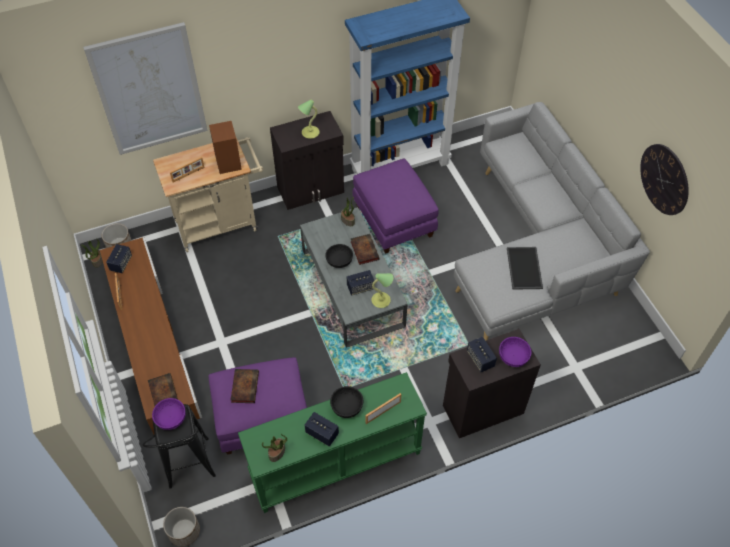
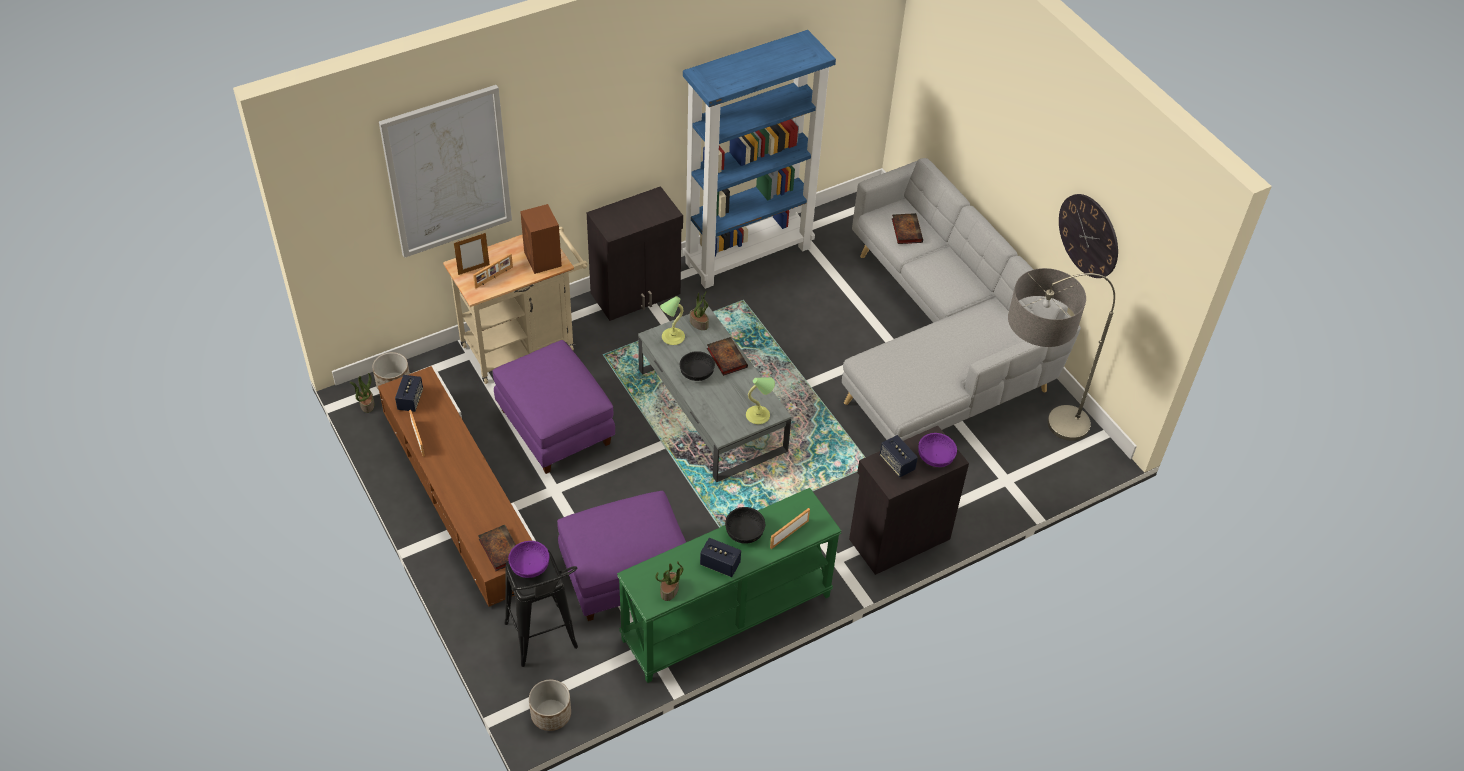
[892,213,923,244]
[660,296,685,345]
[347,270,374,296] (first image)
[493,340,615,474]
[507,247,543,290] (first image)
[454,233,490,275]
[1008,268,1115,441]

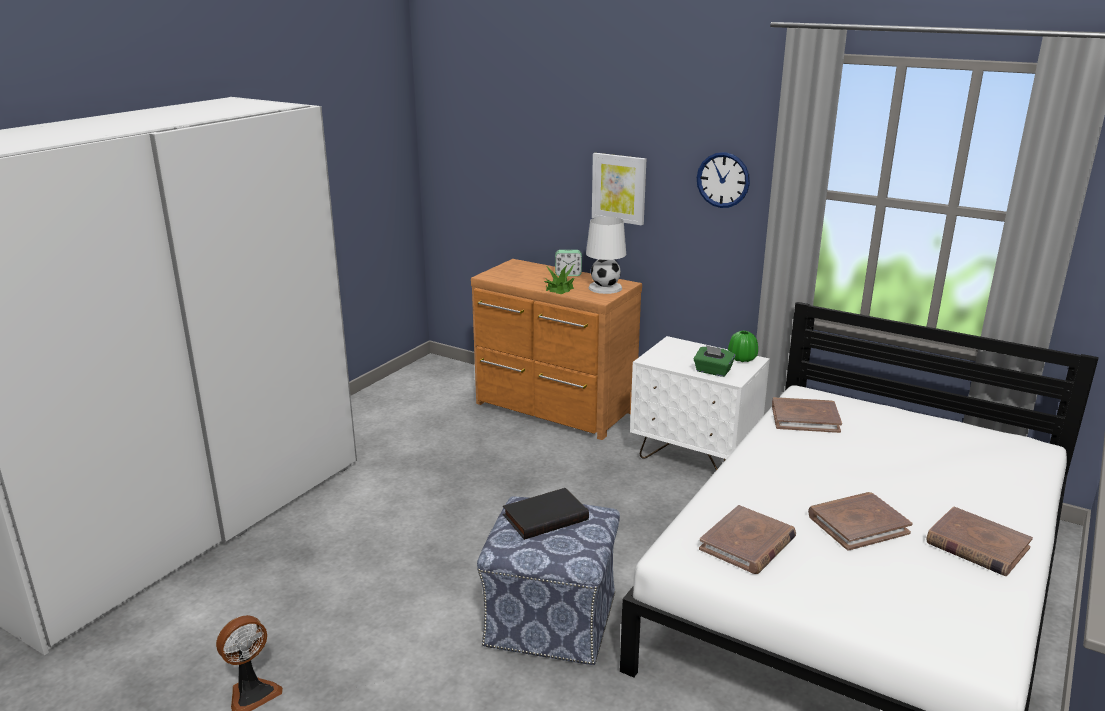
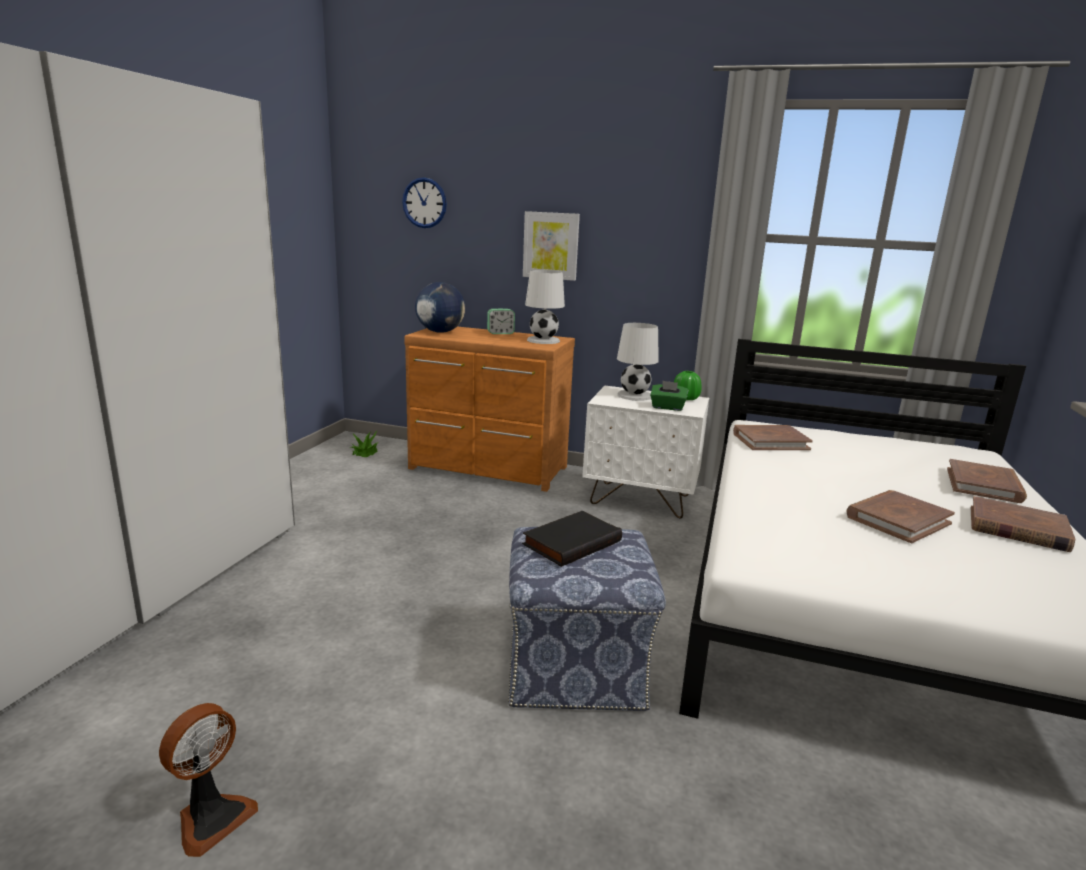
[351,431,378,457]
[402,177,447,228]
[947,459,1027,503]
[415,282,465,333]
[617,323,659,401]

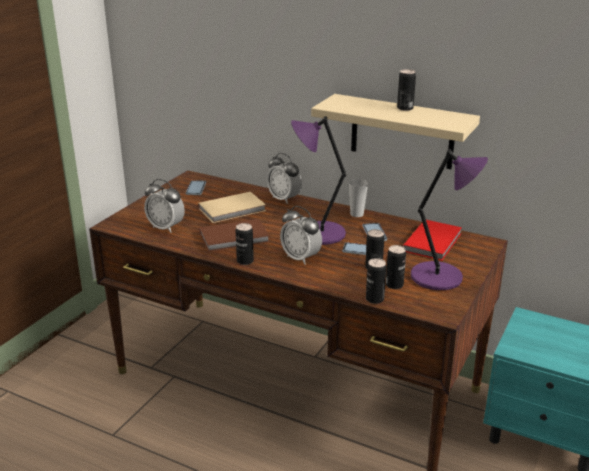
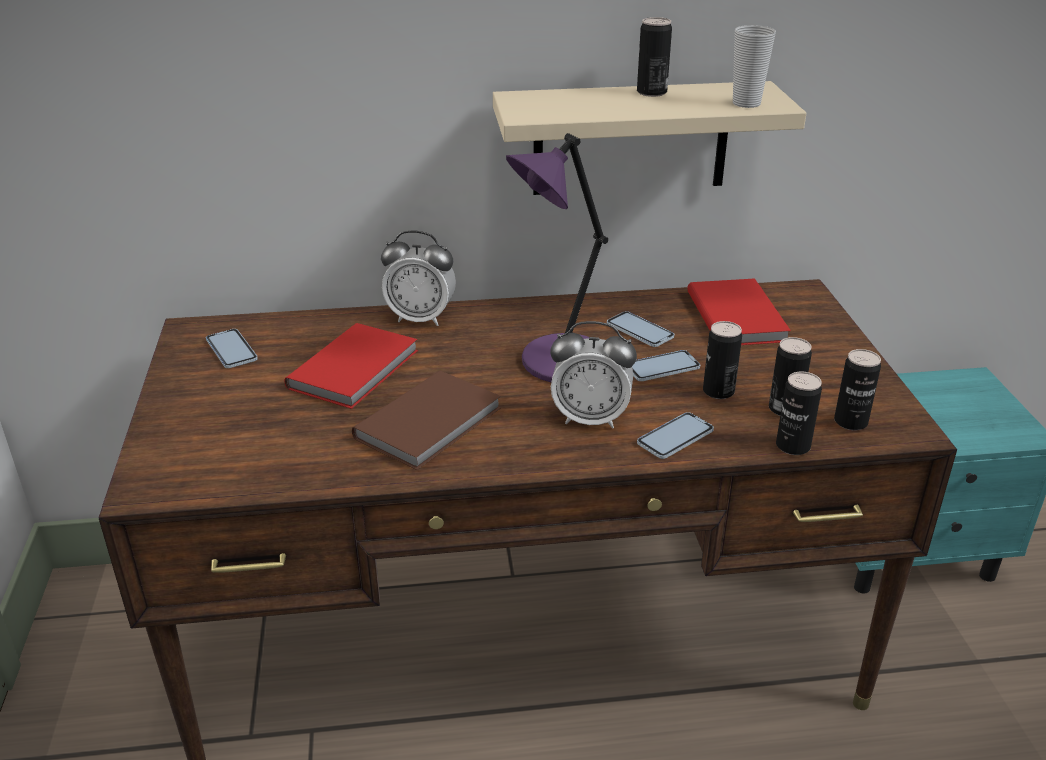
[144,179,185,233] (first image)
[284,323,418,409]
[834,349,881,430]
[733,25,776,108]
[411,149,488,290] (first image)
[637,412,714,459]

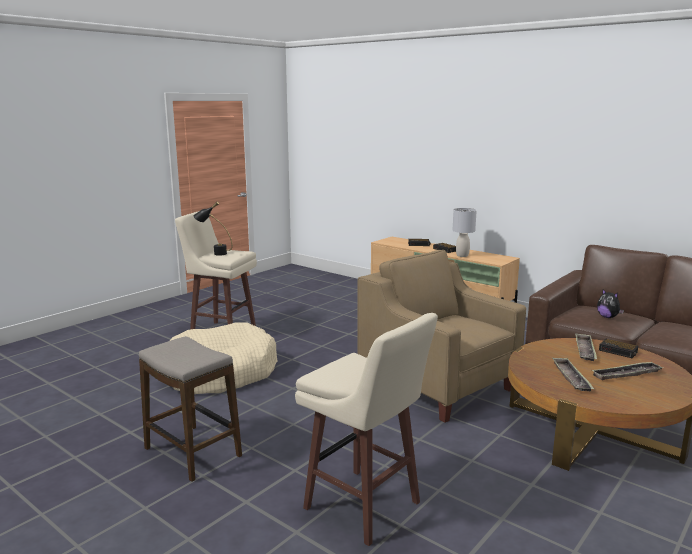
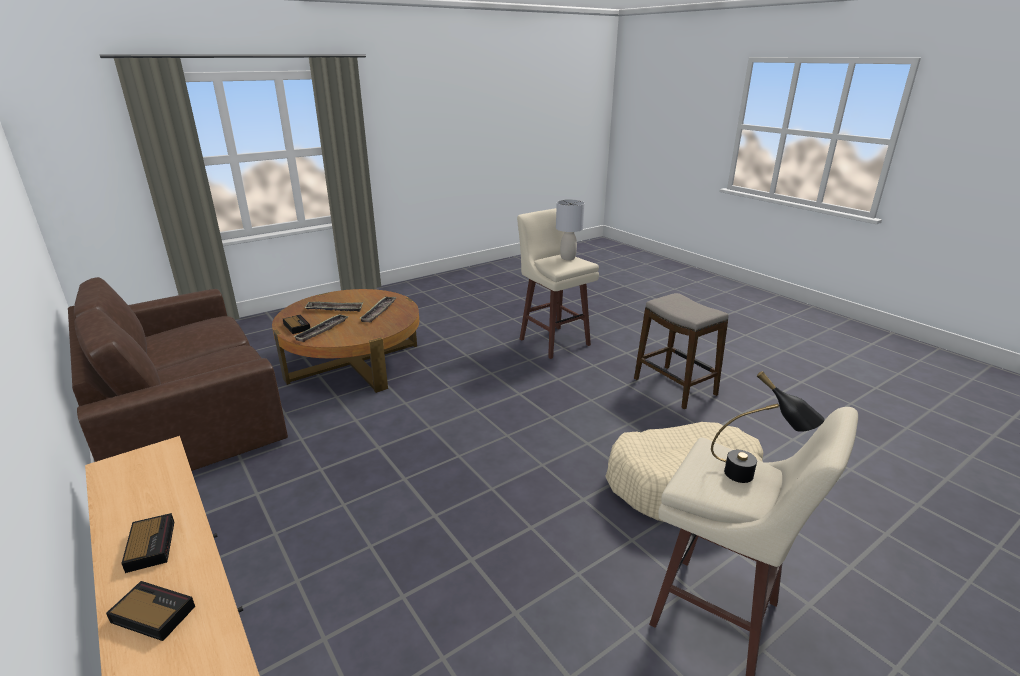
[357,250,526,423] (first image)
[556,199,585,260]
[597,289,624,318] (first image)

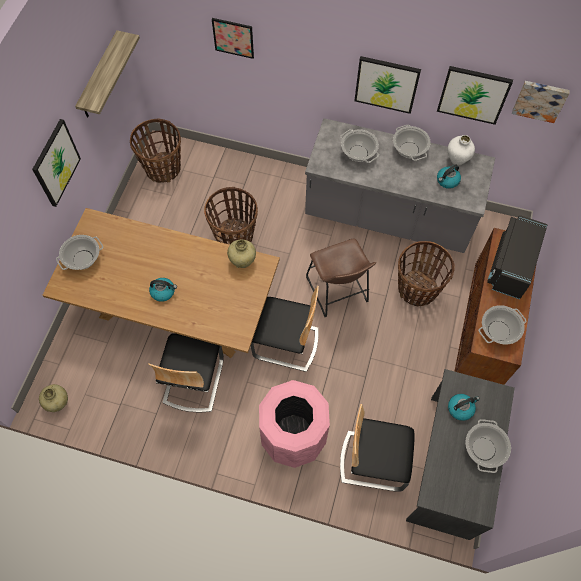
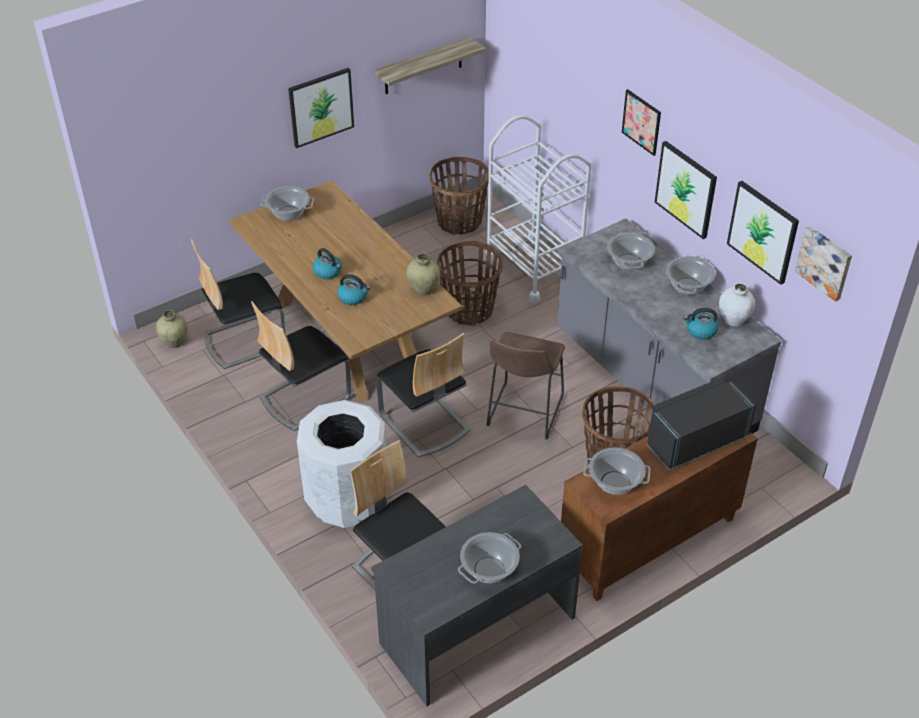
[622,89,661,156]
[297,400,387,528]
[337,274,371,305]
[191,239,286,369]
[484,115,591,303]

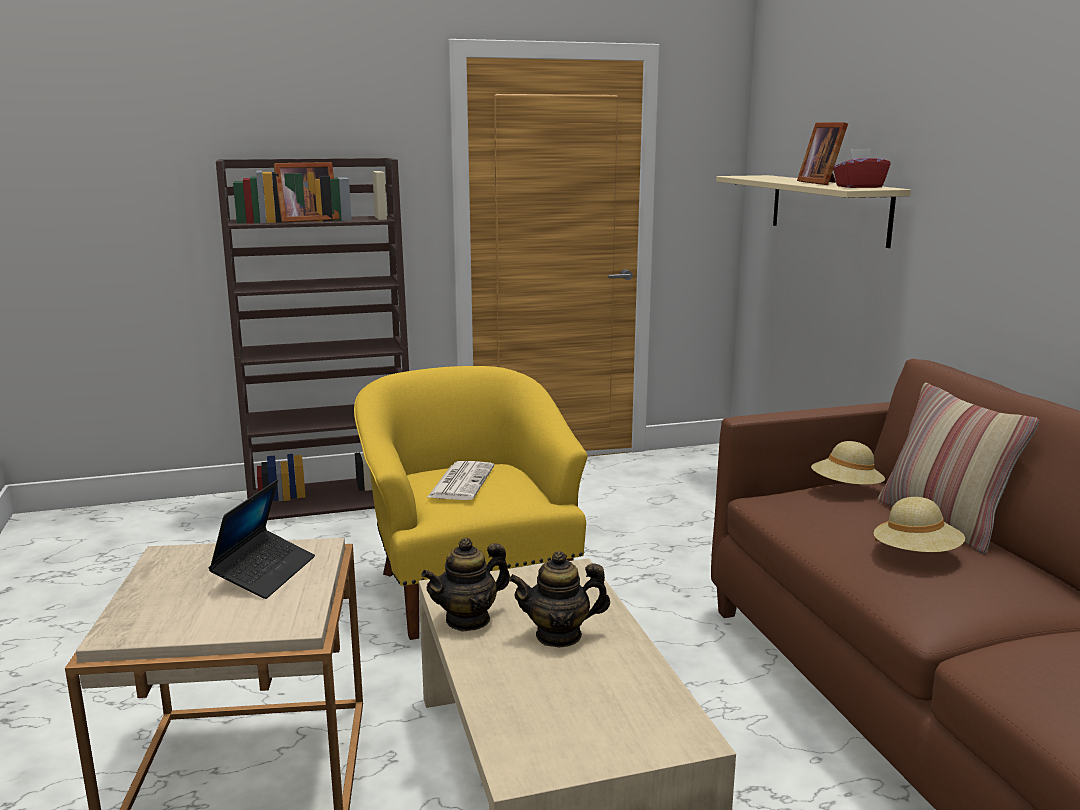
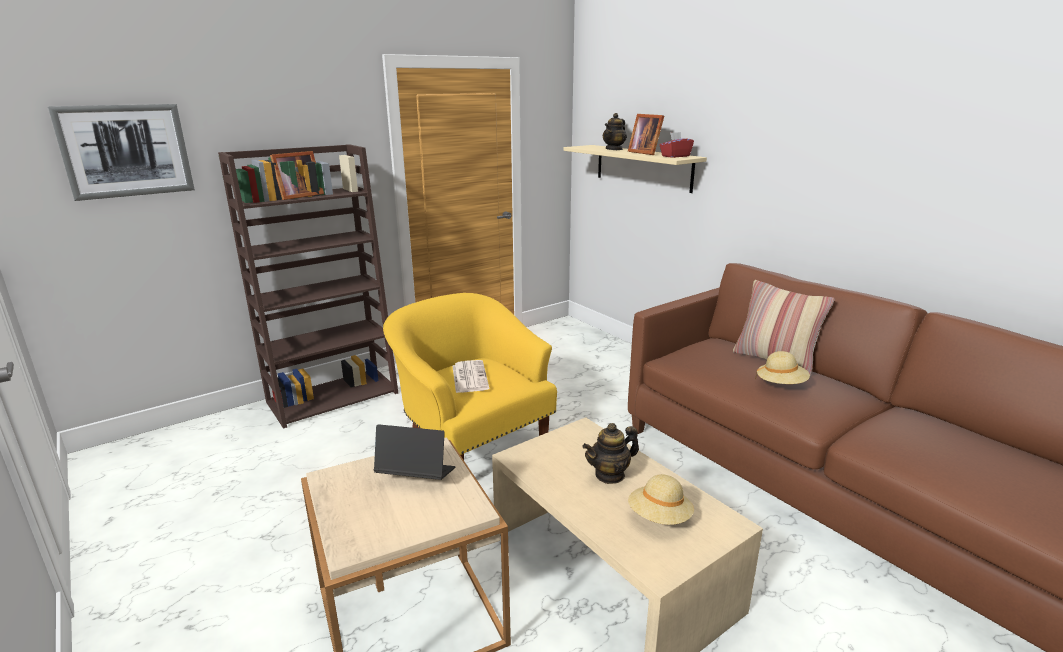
[374,424,456,480]
[603,113,627,150]
[628,474,694,525]
[48,104,195,201]

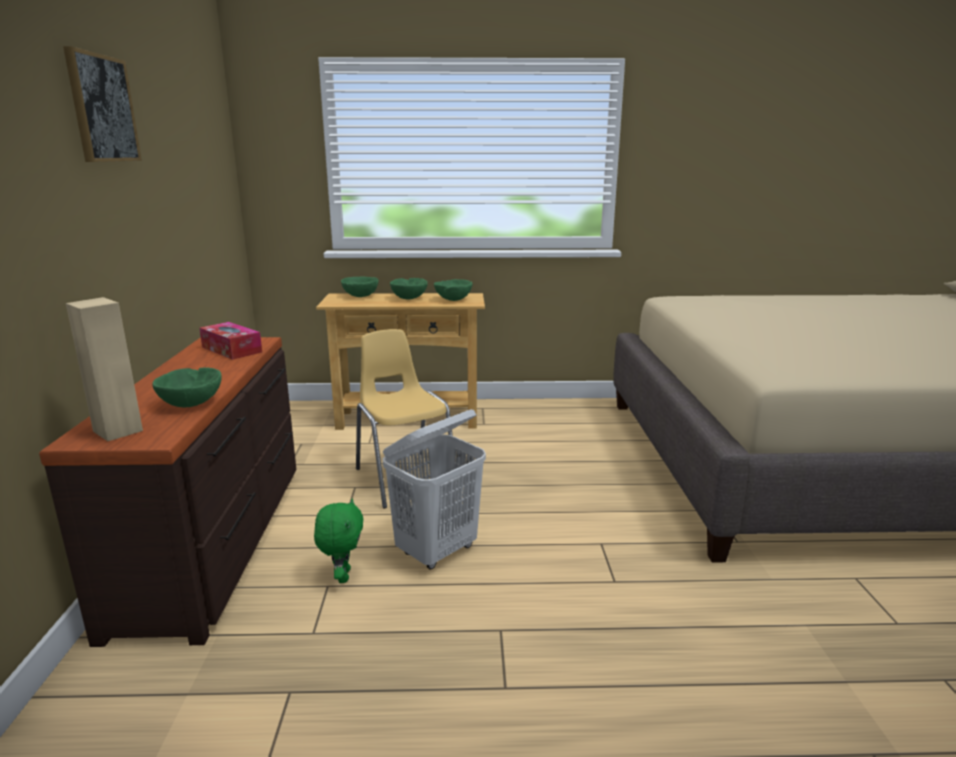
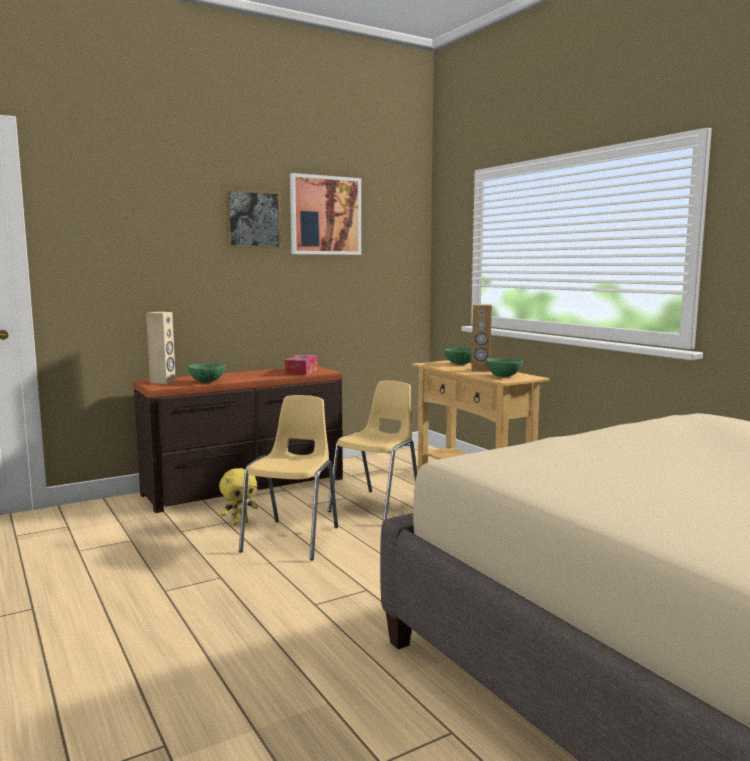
[219,468,258,525]
[239,395,338,560]
[471,304,492,372]
[290,173,361,255]

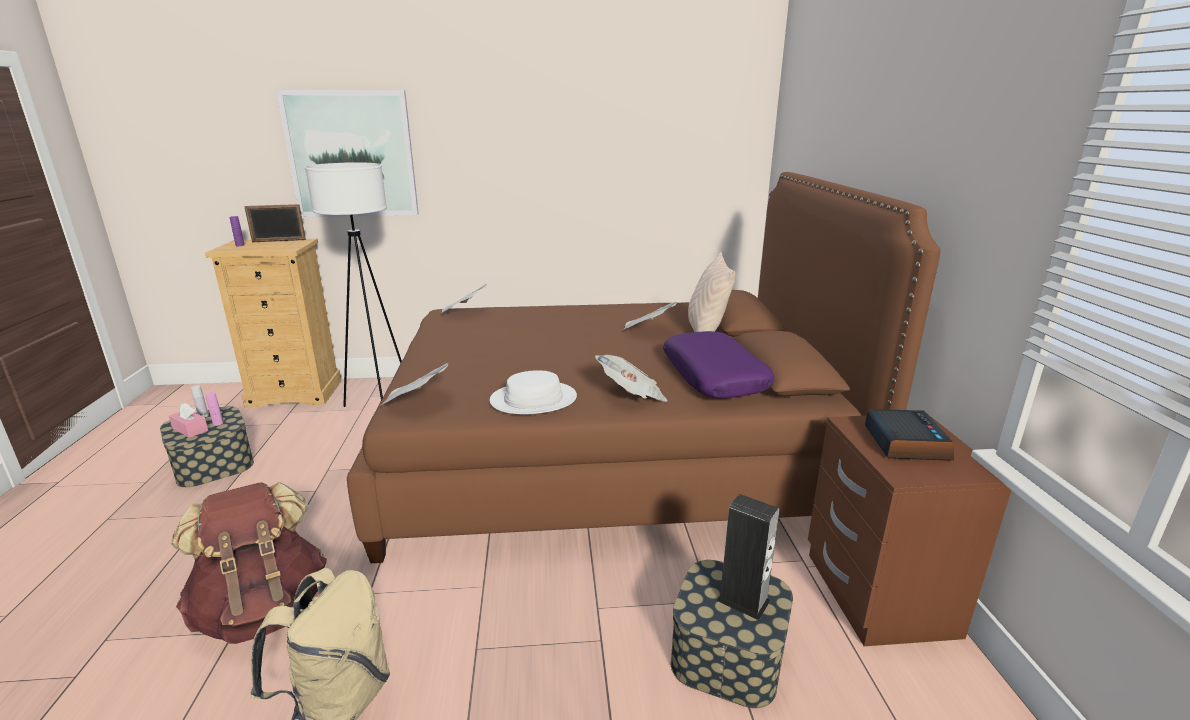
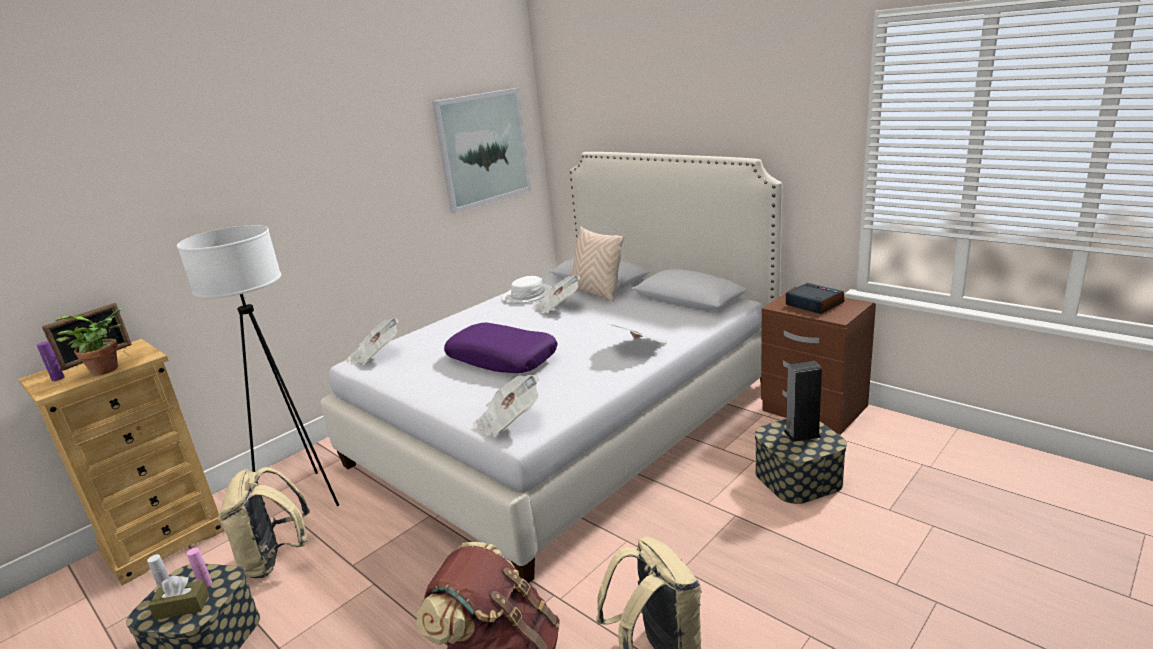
[148,576,209,620]
[432,88,531,213]
[321,152,782,583]
[503,276,552,303]
[444,322,557,373]
[54,308,126,376]
[218,467,310,578]

